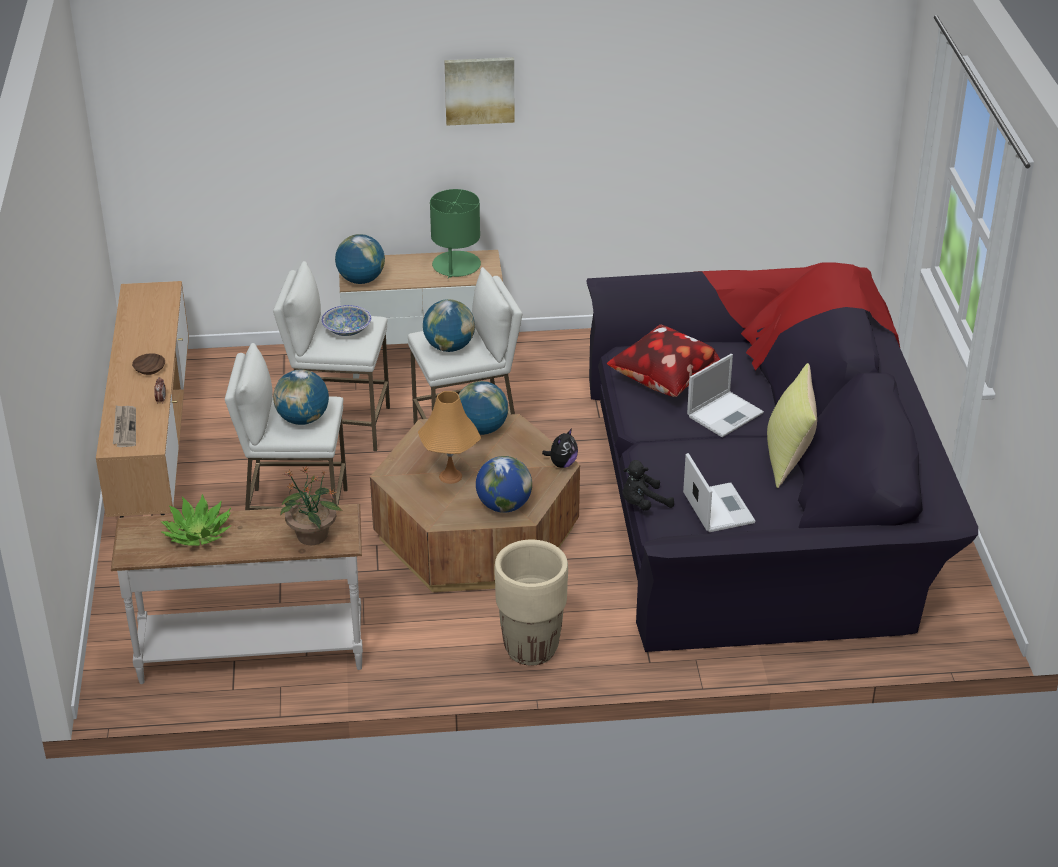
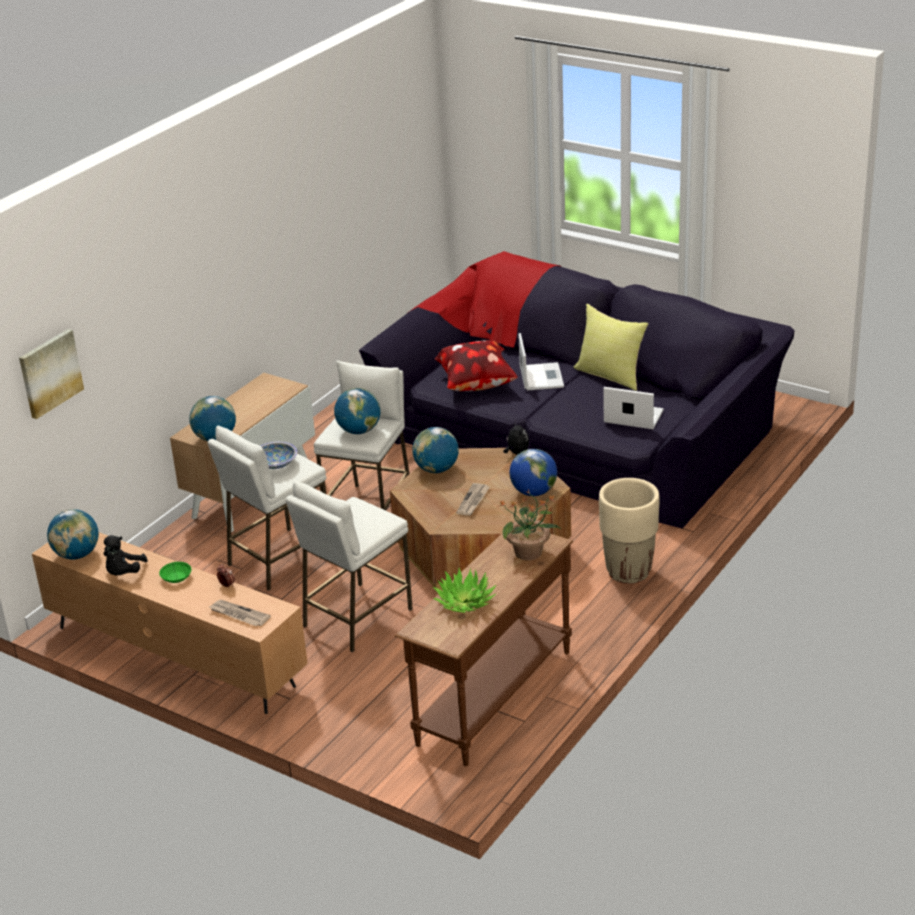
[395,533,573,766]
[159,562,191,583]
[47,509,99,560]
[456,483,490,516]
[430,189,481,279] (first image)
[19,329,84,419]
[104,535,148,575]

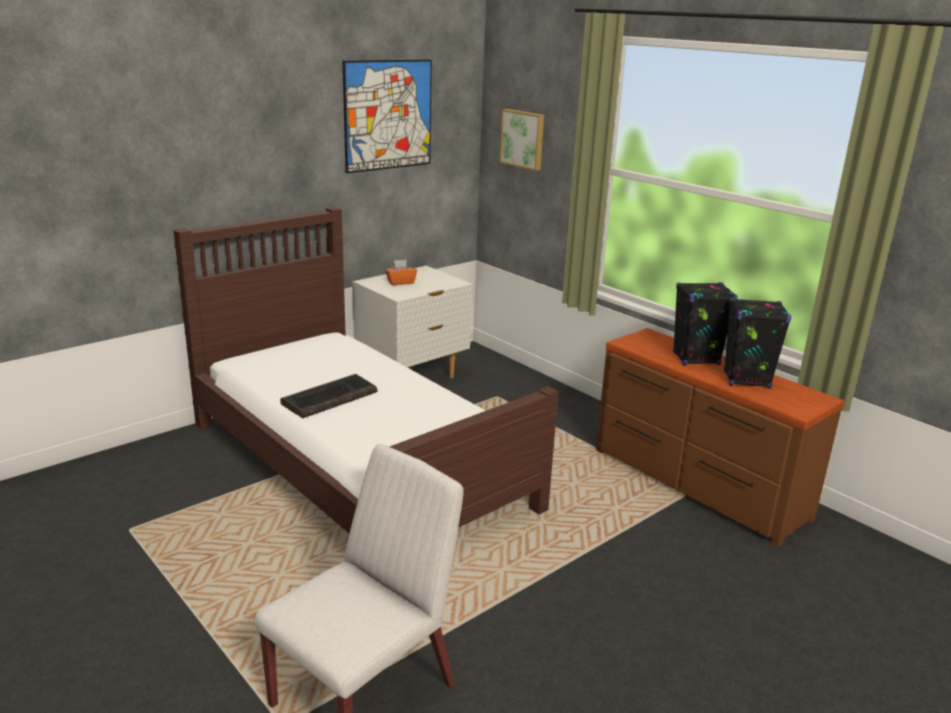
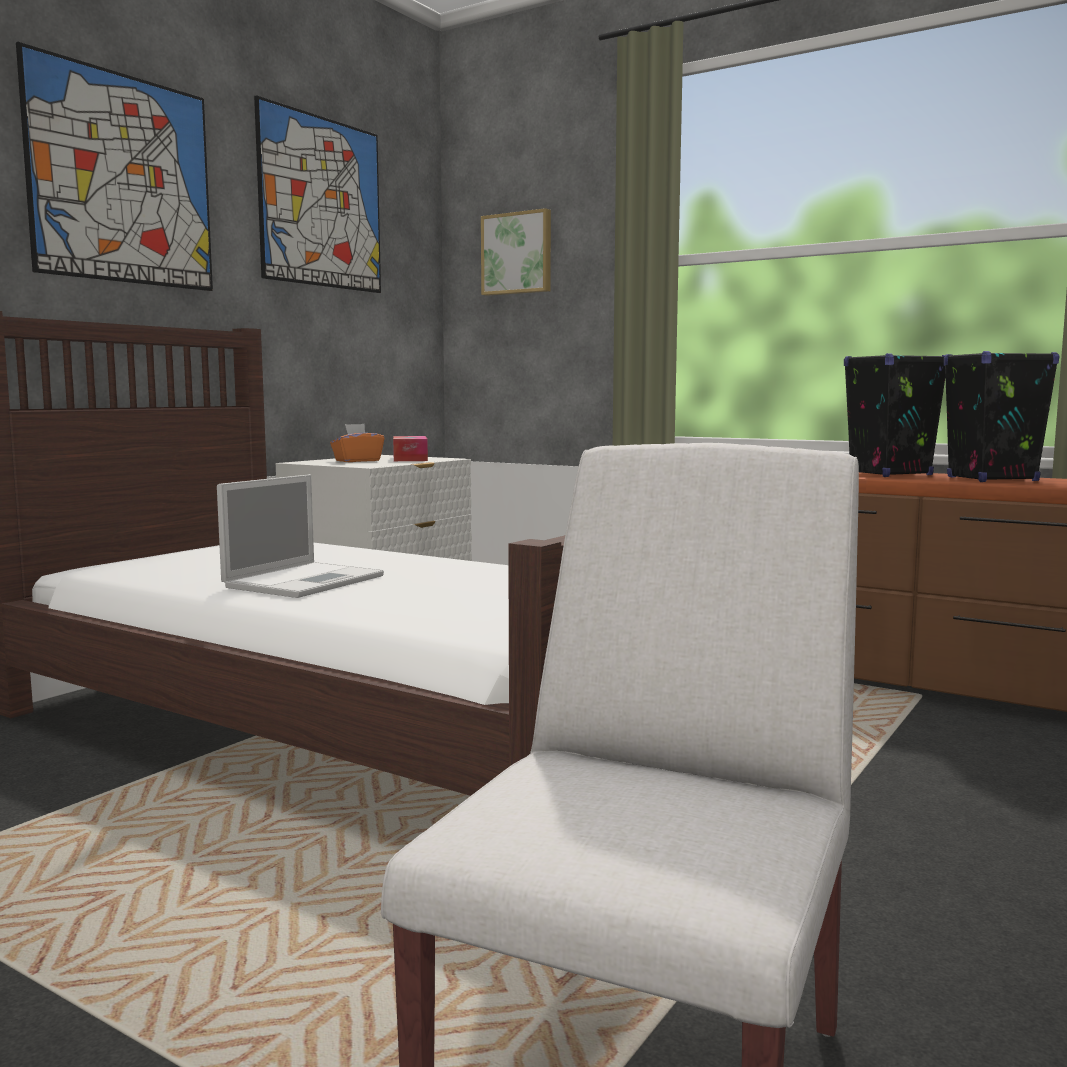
[217,474,384,598]
[16,42,213,291]
[393,436,428,461]

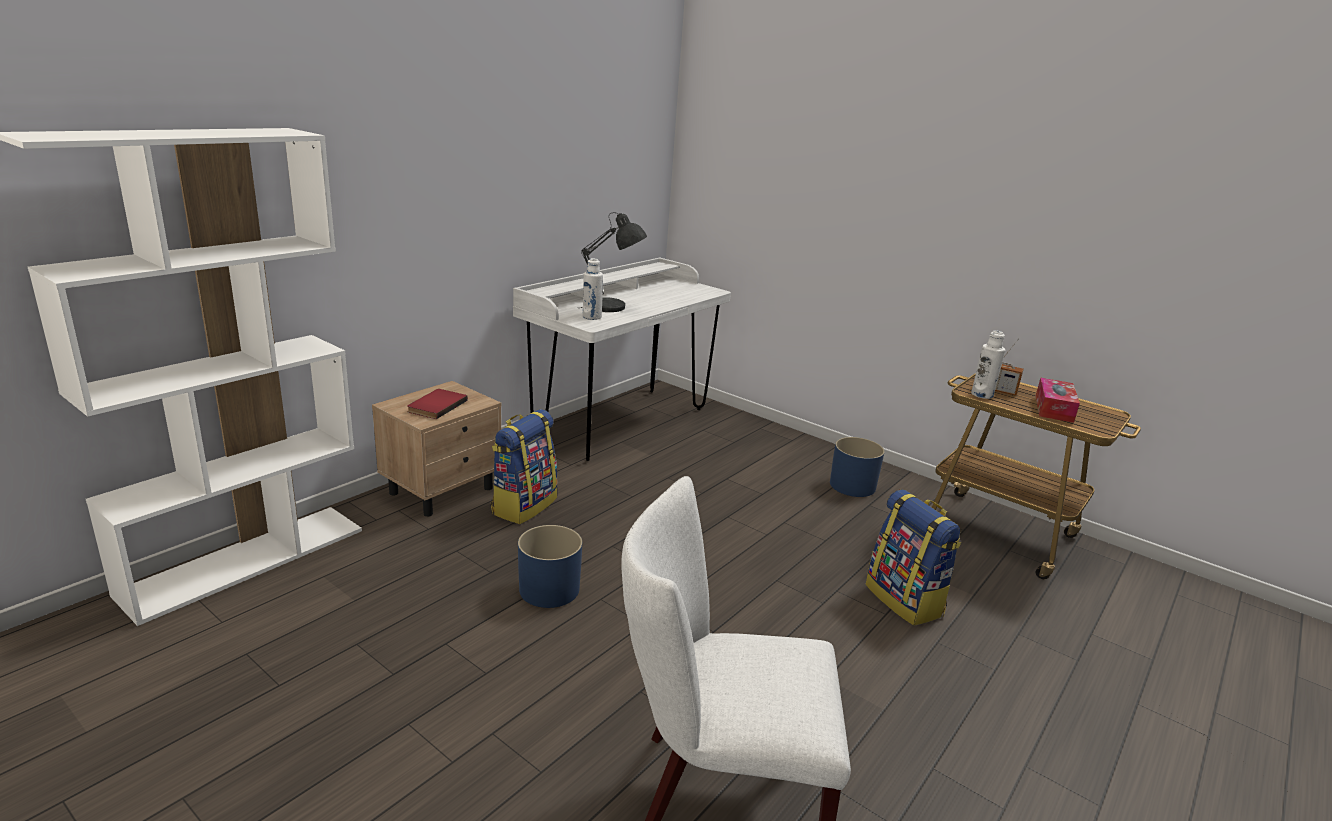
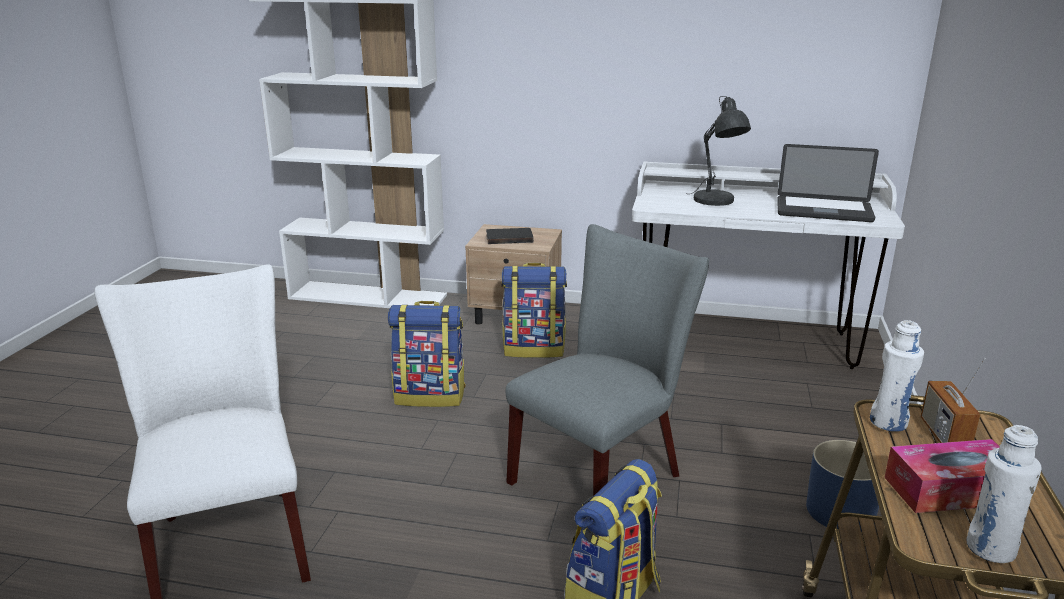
[486,228,534,244]
[388,301,466,407]
[967,425,1042,563]
[506,224,709,496]
[777,144,879,222]

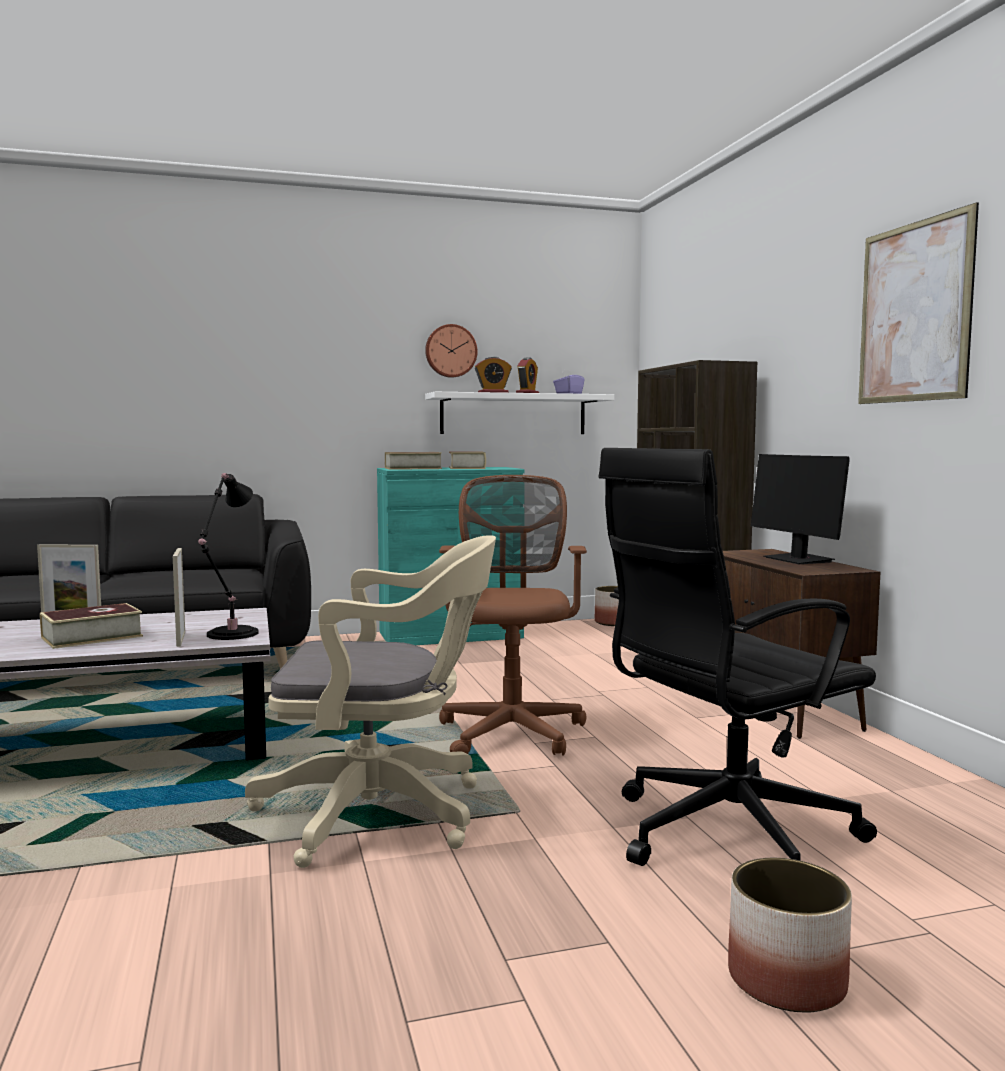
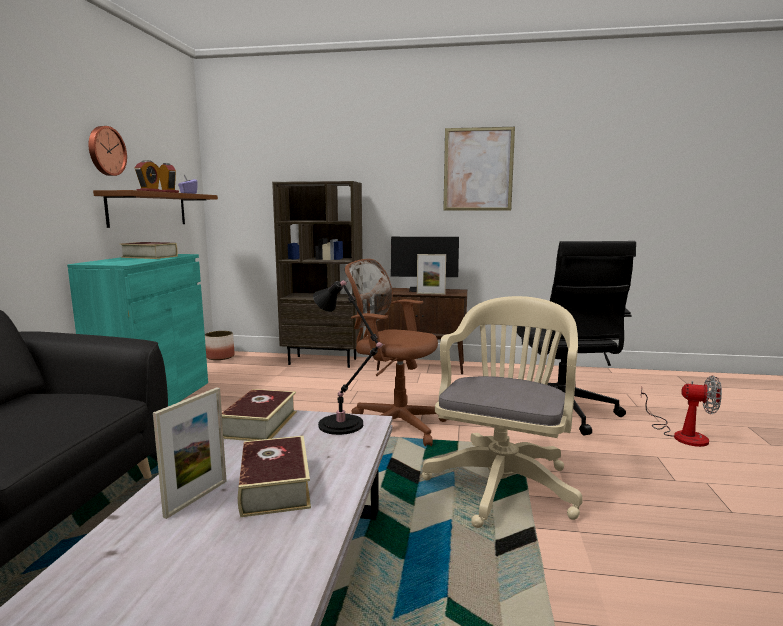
[417,254,446,294]
[222,389,297,441]
[93,190,218,228]
[641,375,722,447]

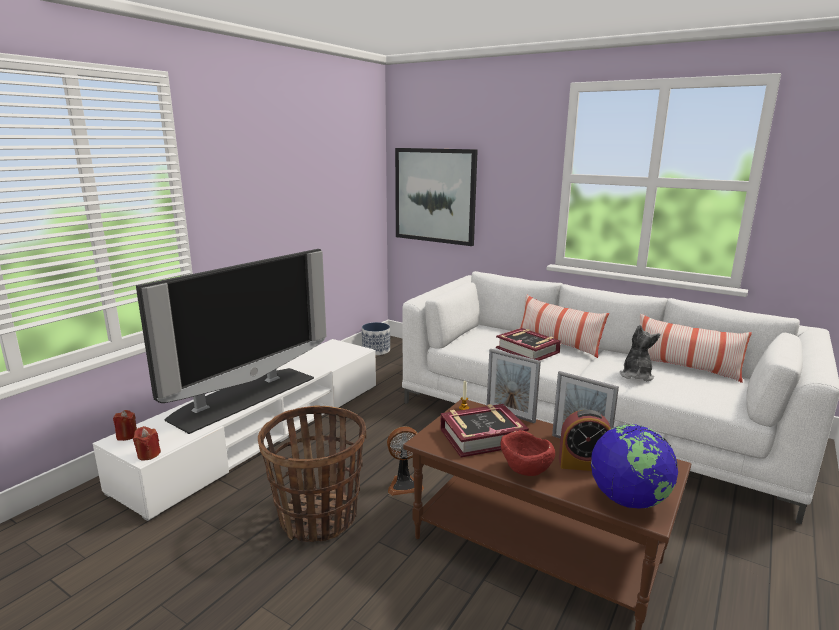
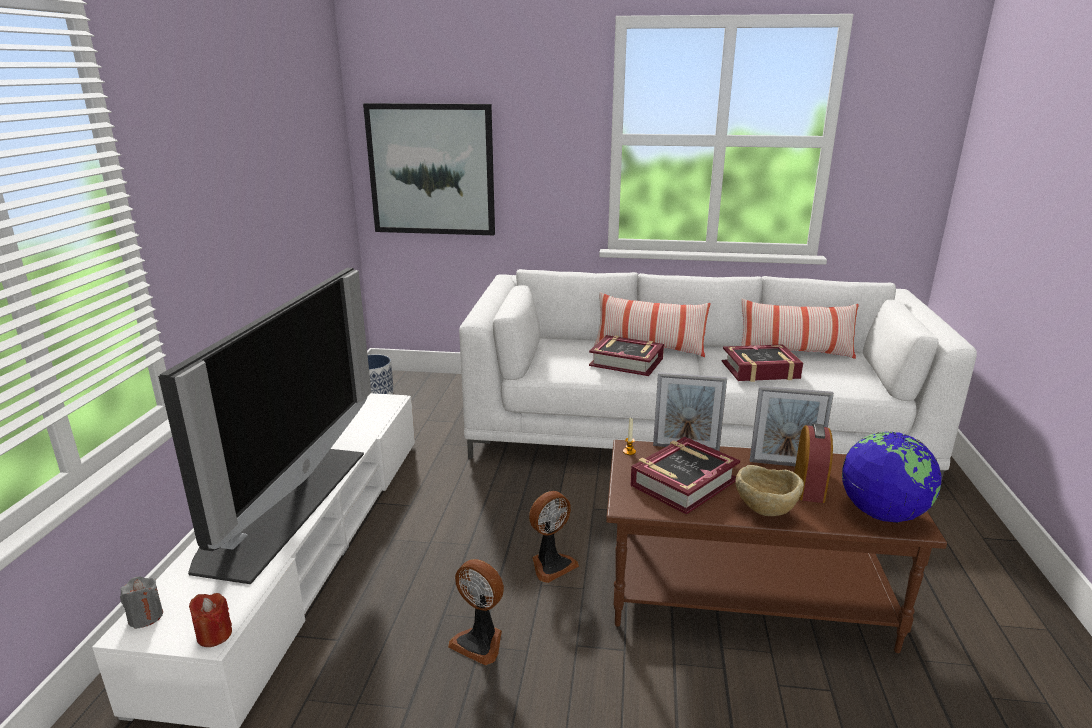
[120,576,163,629]
[448,559,504,665]
[735,465,804,516]
[794,423,833,503]
[722,344,803,382]

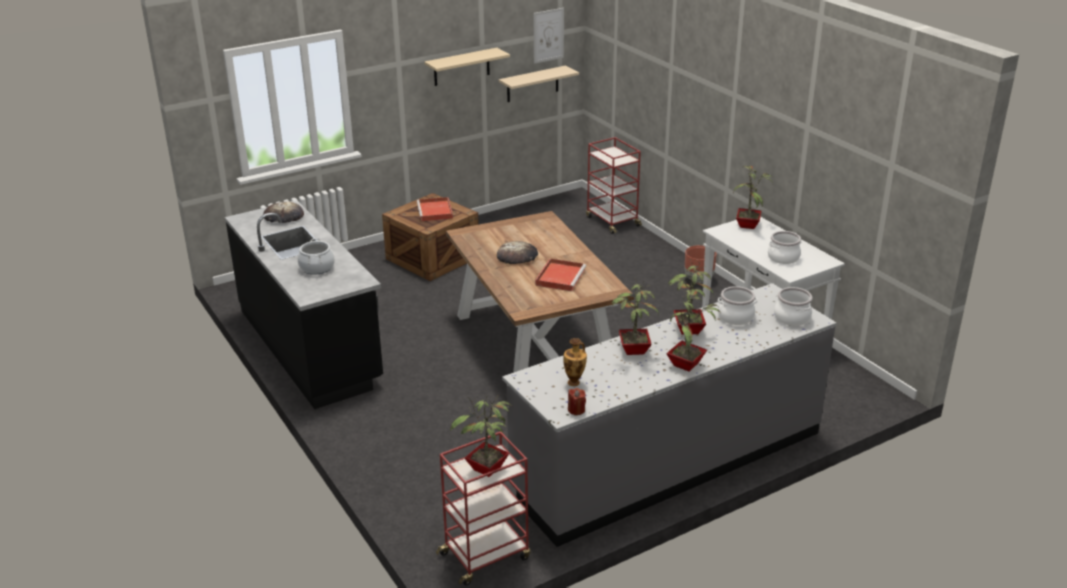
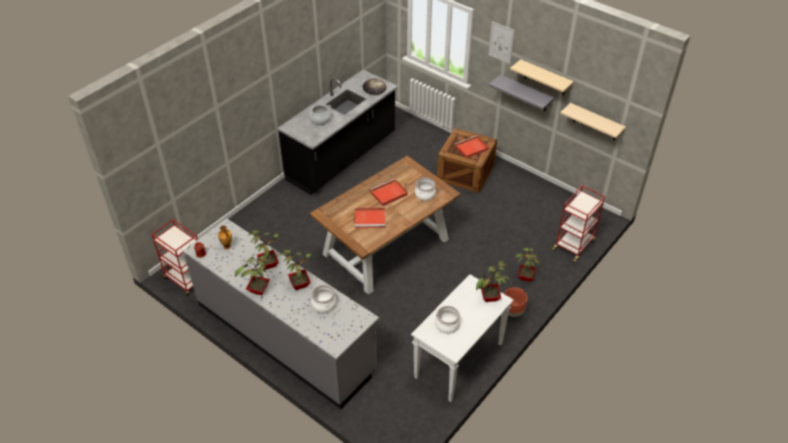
[515,245,541,282]
[370,179,408,206]
[488,21,515,64]
[415,177,436,201]
[489,75,554,111]

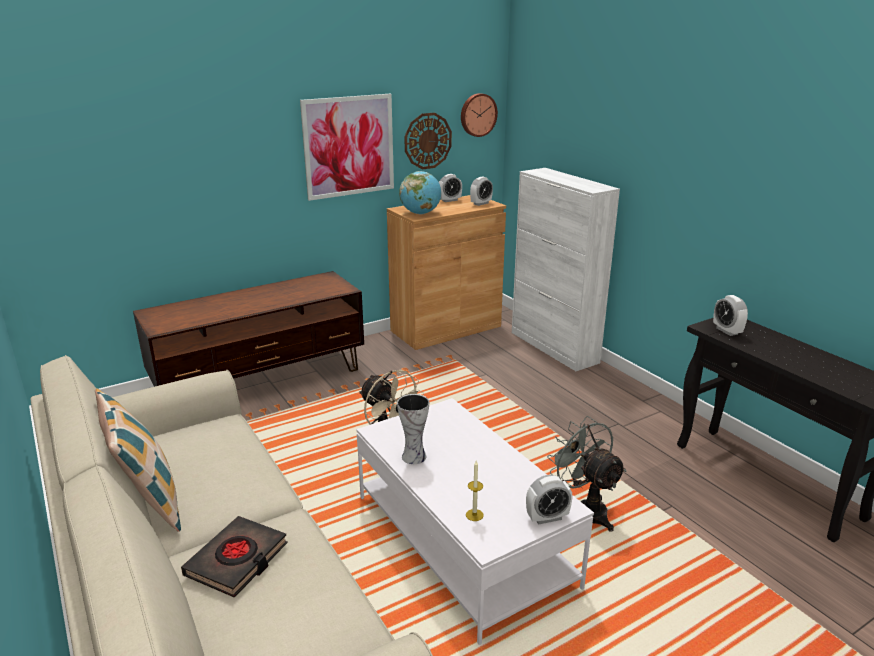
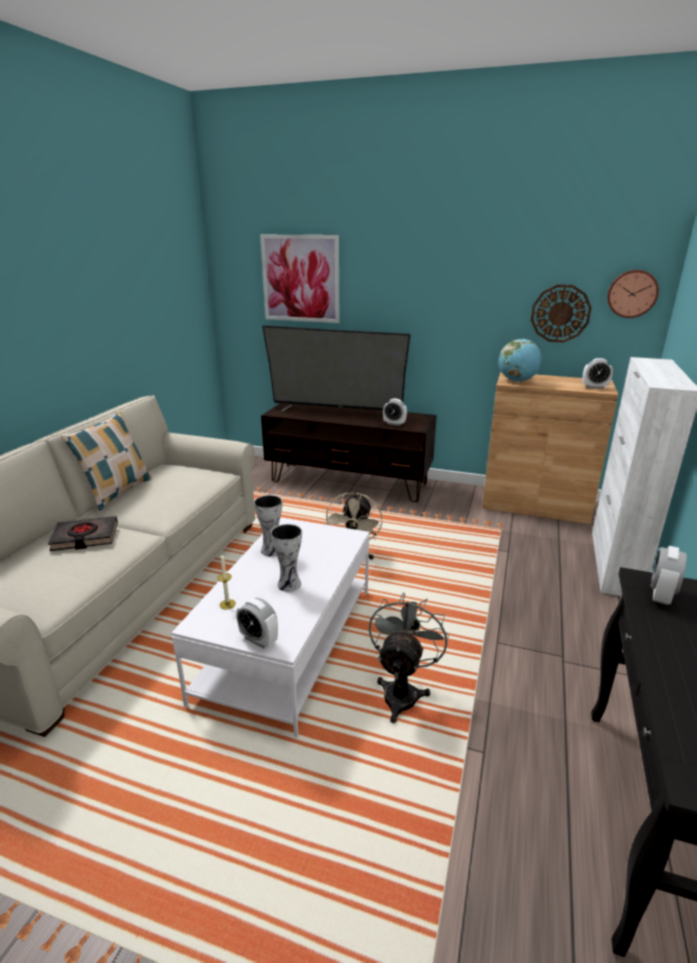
[260,235,340,323]
[383,398,407,426]
[262,325,411,412]
[271,524,302,592]

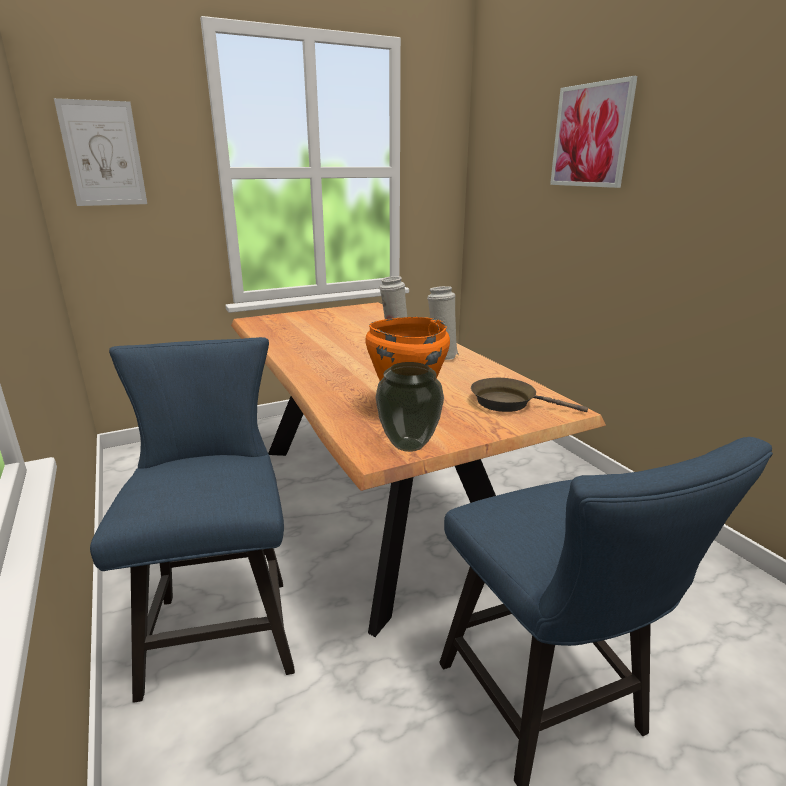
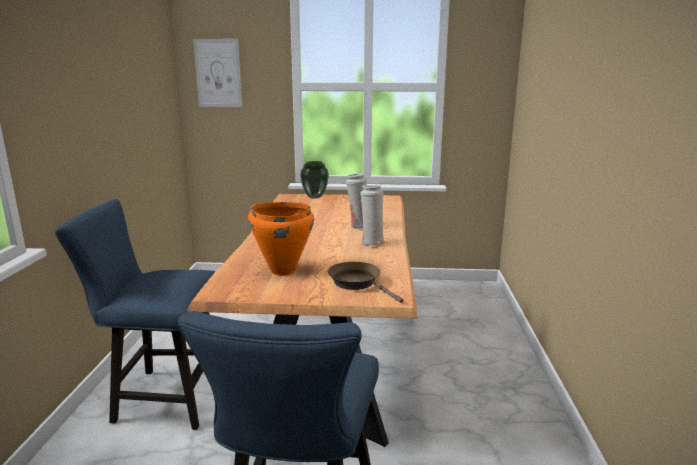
[55,199,216,430]
[300,161,329,199]
[550,76,638,188] (first image)

